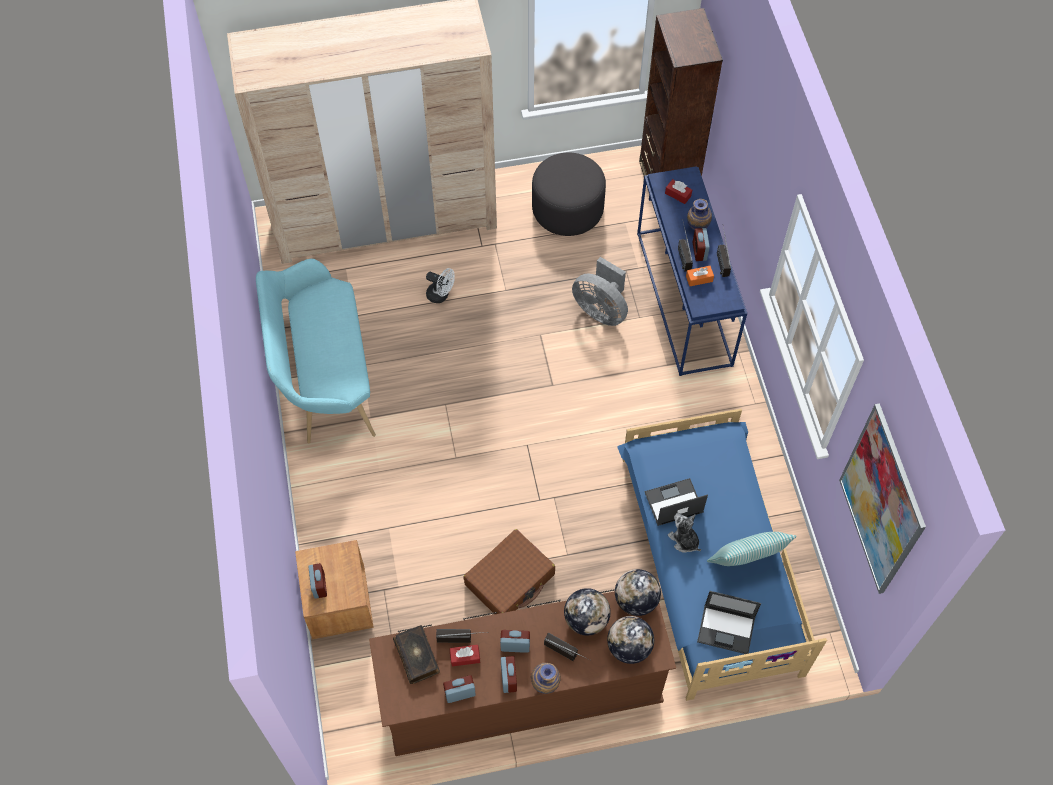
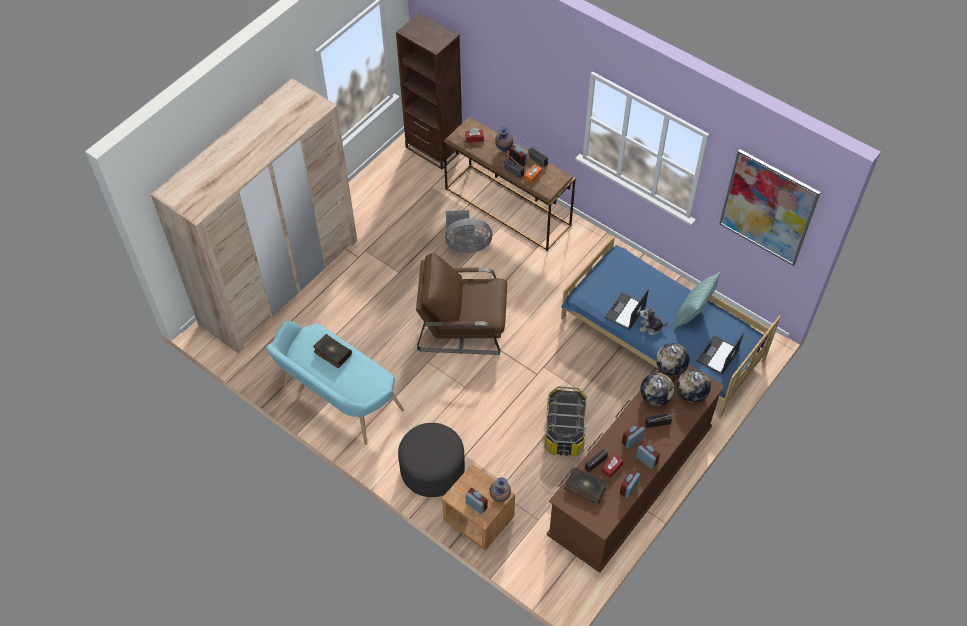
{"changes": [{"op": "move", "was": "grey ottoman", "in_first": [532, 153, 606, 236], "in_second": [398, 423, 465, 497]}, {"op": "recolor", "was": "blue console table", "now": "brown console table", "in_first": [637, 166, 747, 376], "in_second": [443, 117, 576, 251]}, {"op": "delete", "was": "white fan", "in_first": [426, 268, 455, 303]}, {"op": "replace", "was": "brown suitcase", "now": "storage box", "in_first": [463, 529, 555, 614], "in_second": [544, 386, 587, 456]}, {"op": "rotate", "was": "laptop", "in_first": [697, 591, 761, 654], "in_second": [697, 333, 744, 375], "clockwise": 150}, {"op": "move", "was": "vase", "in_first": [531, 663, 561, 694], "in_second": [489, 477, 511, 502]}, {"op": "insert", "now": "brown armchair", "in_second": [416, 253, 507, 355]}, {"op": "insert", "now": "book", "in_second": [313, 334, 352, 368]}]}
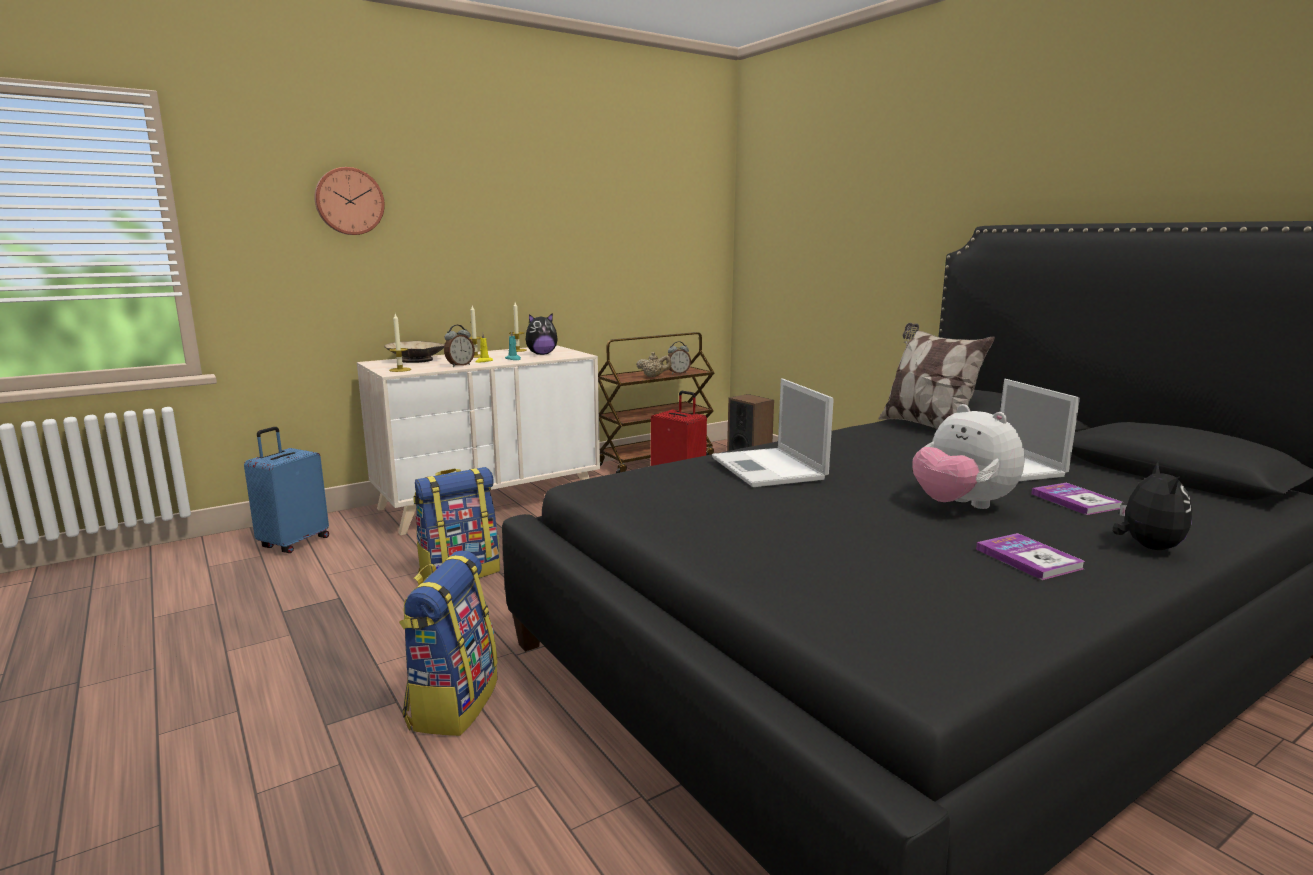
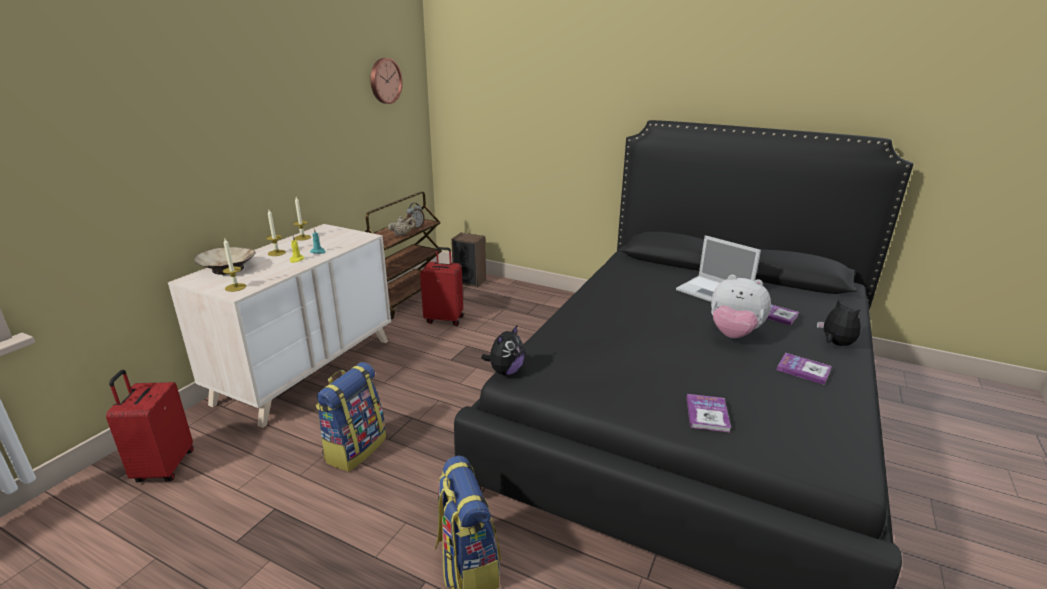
{"changes": [{"op": "move", "was": "wall clock", "in_first": [314, 167, 385, 235], "in_second": [370, 58, 402, 104]}, {"op": "move", "was": "plush toy", "in_first": [526, 313, 558, 355], "in_second": [481, 326, 525, 375]}, {"op": "delete", "was": "pillow", "in_first": [878, 323, 995, 429]}, {"op": "delete", "was": "alarm clock", "in_first": [444, 325, 475, 367]}, {"op": "delete", "was": "laptop", "in_first": [712, 378, 834, 487]}, {"op": "recolor", "was": "blue suitcase", "now": "red suitcase", "in_first": [244, 427, 329, 553], "in_second": [106, 370, 194, 482]}, {"op": "insert", "now": "book", "in_second": [687, 394, 731, 432]}]}
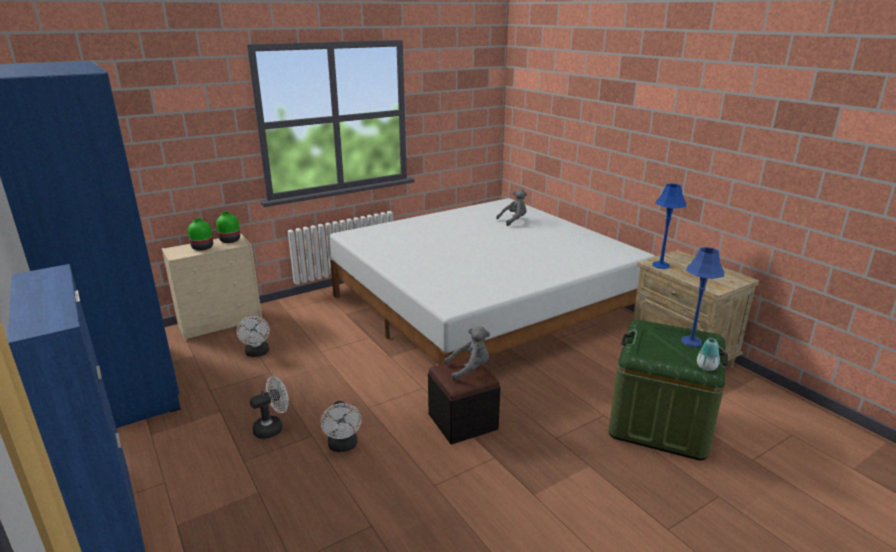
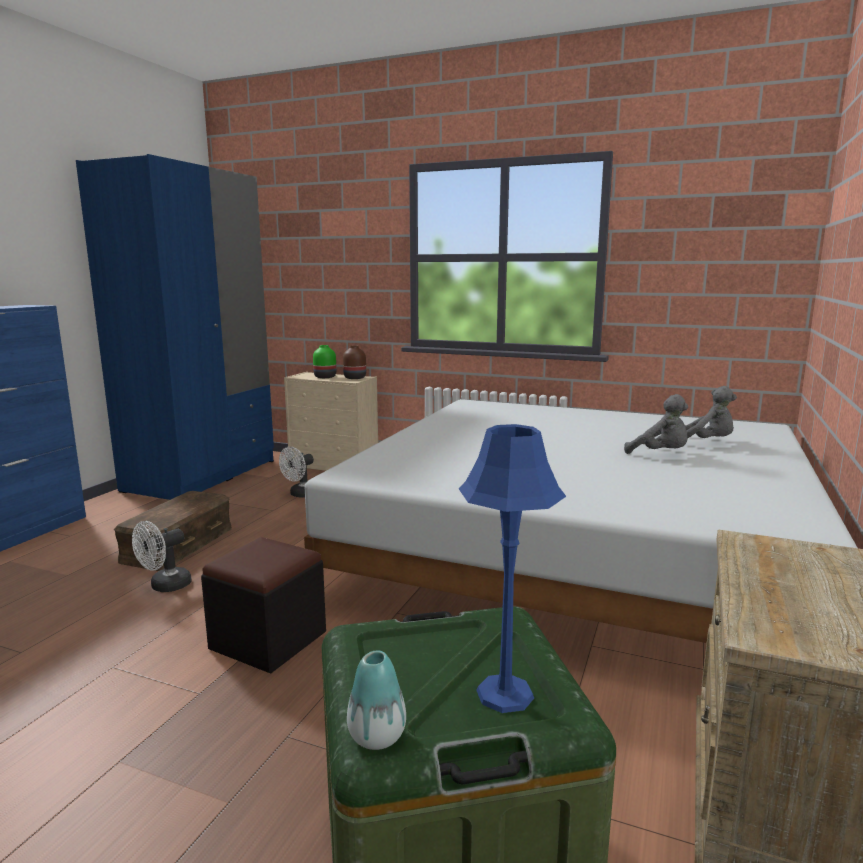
{"changes": [{"op": "delete", "was": "blue table lamp", "in_first": [652, 183, 686, 269]}, {"op": "recolor", "was": "green vase", "now": "brown vase", "in_first": [216, 212, 240, 243], "in_second": [343, 346, 366, 379]}, {"op": "move", "was": "grey plush toy", "in_first": [444, 326, 490, 381], "in_second": [624, 394, 688, 454]}, {"op": "replace", "was": "white fan", "now": "brown storage box", "in_first": [250, 376, 289, 439], "in_second": [114, 491, 232, 571]}]}
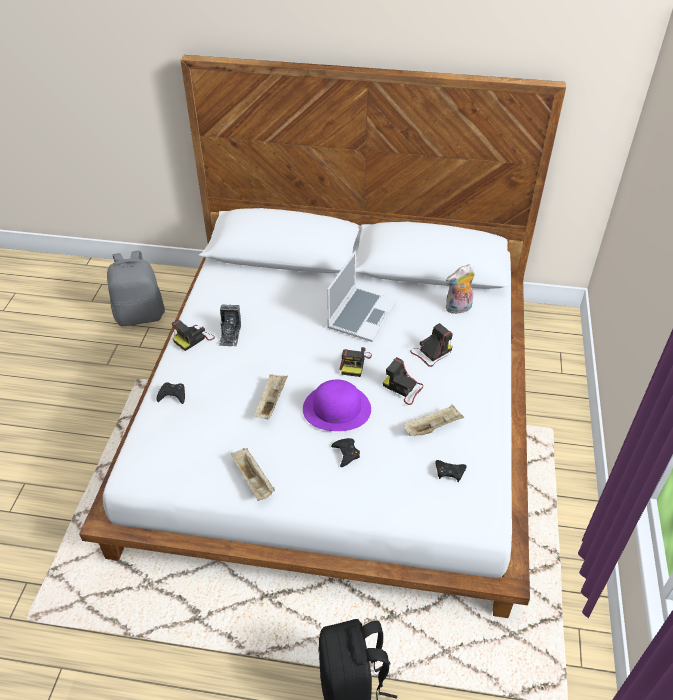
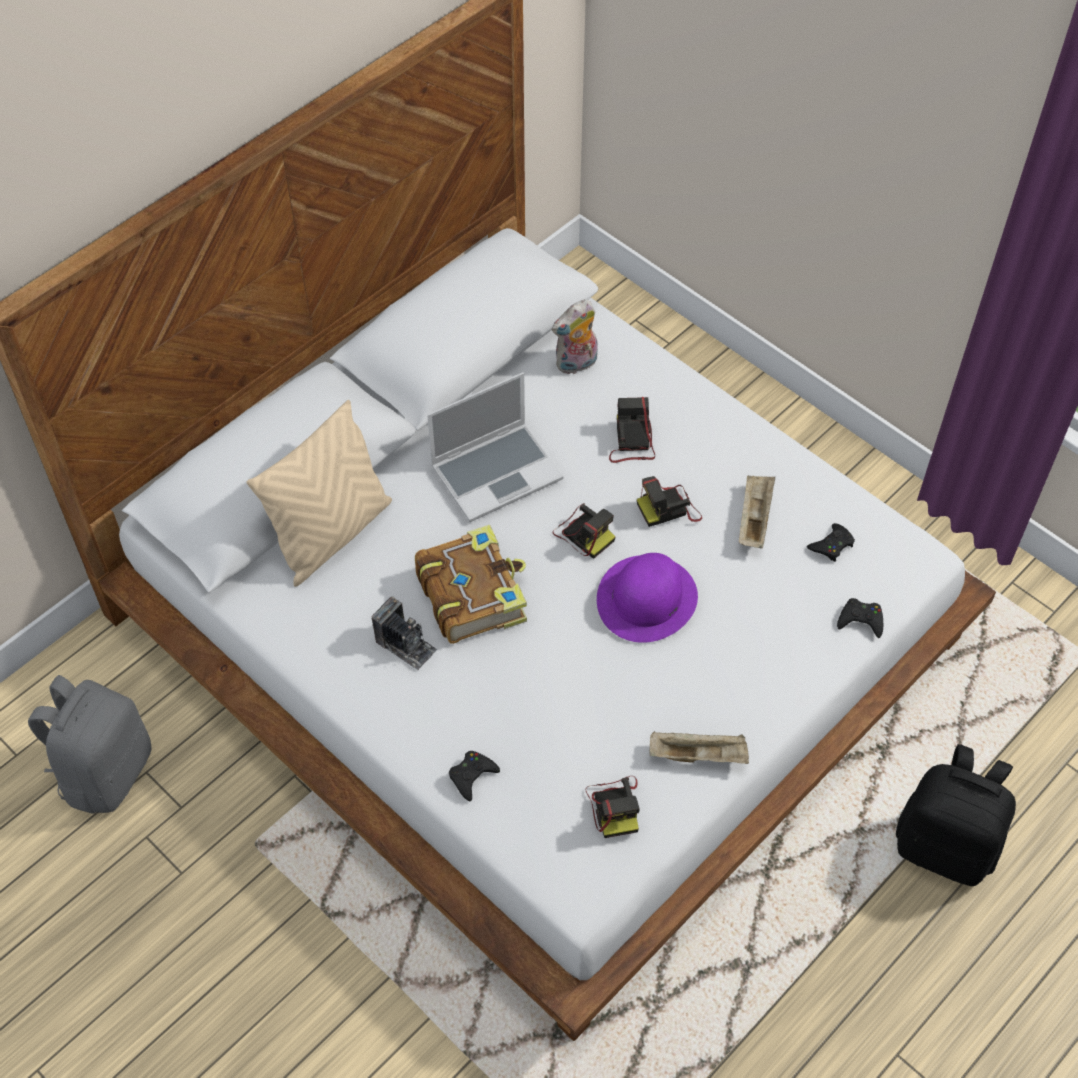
{"changes": [{"op": "rotate", "was": "laptop", "in_first": [327, 251, 397, 342], "in_second": [427, 372, 563, 522], "clockwise": 90}, {"op": "rotate", "was": "plush toy", "in_first": [446, 264, 475, 314], "in_second": [552, 299, 598, 374], "clockwise": 45}, {"op": "move", "was": "photo camera", "in_first": [172, 320, 215, 351], "in_second": [586, 776, 639, 838]}, {"op": "delete", "was": "beige tray", "in_first": [254, 374, 288, 420]}, {"op": "move", "was": "black game controller", "in_first": [331, 438, 360, 467], "in_second": [837, 598, 883, 638]}, {"op": "insert", "now": "beige pillow", "in_second": [247, 400, 392, 587]}, {"op": "insert", "now": "book", "in_second": [415, 525, 527, 644]}]}
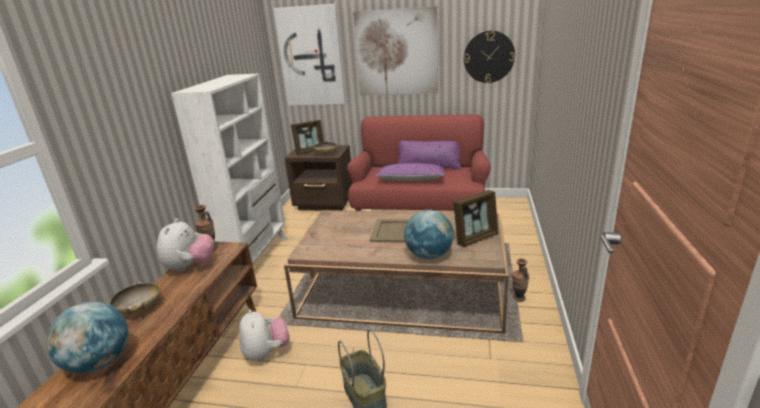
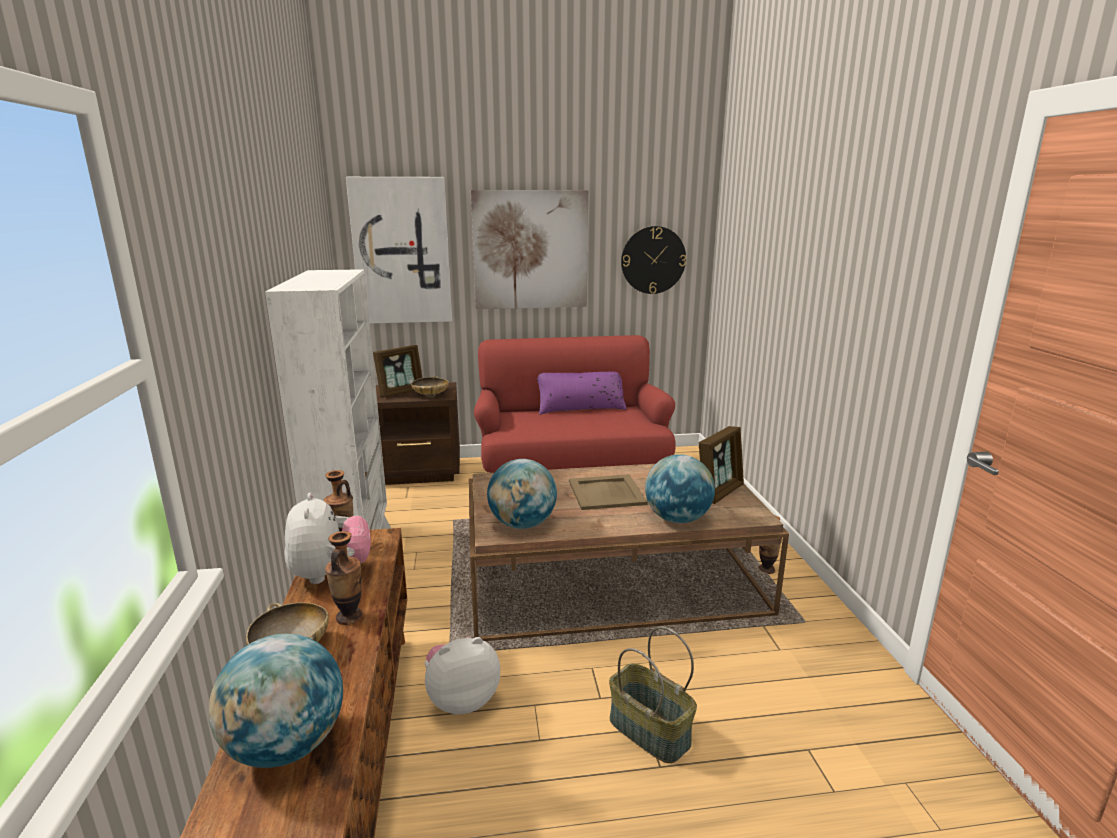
{"changes": [{"op": "delete", "was": "purple pillow", "in_first": [375, 163, 445, 181]}, {"op": "rotate", "was": "plush toy", "in_first": [239, 309, 290, 362], "in_second": [425, 637, 500, 715], "clockwise": -75}, {"op": "insert", "now": "globe", "in_second": [487, 459, 557, 529]}, {"op": "insert", "now": "vase", "in_second": [325, 531, 363, 625]}]}
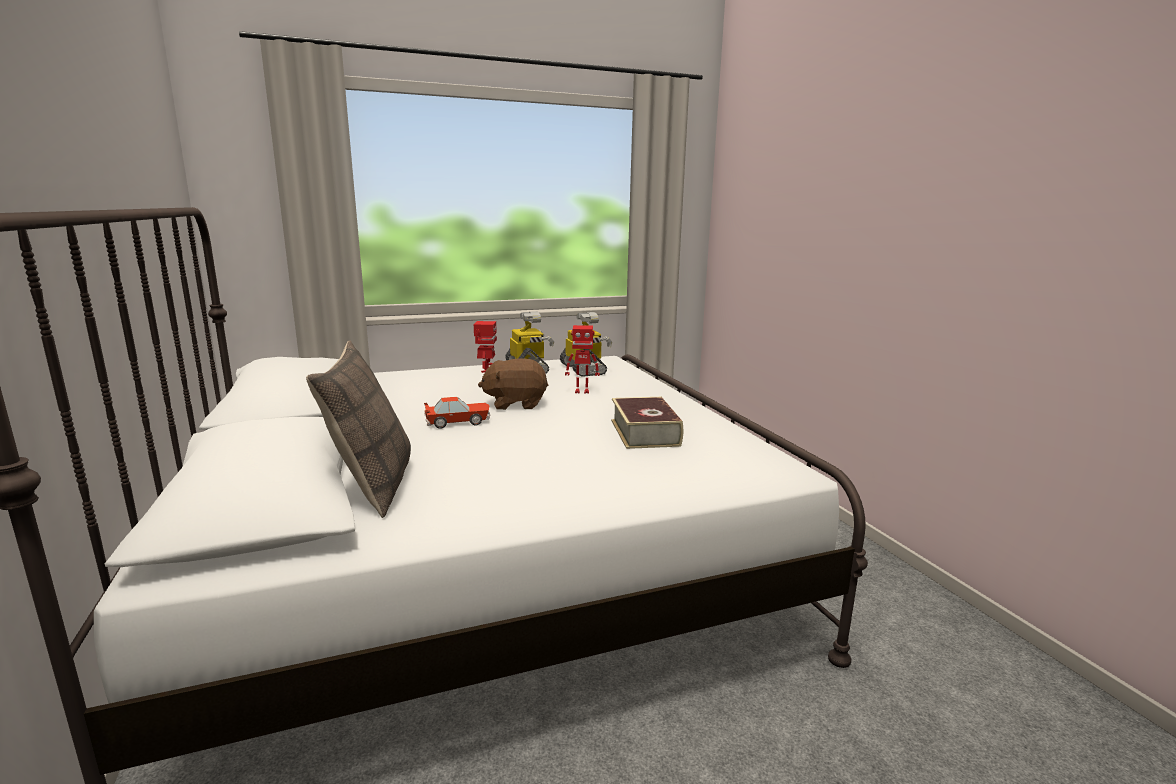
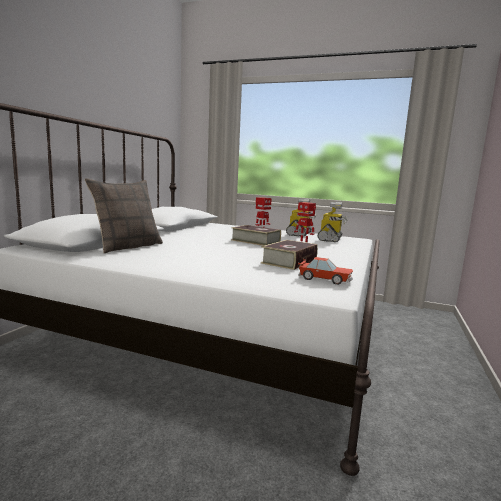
{"changes": [{"op": "replace", "was": "brown plush toy", "now": "book", "in_first": [478, 358, 548, 410], "in_second": [231, 225, 281, 246]}, {"op": "move", "was": "toy car", "in_first": [424, 397, 490, 429], "in_second": [298, 257, 353, 285]}]}
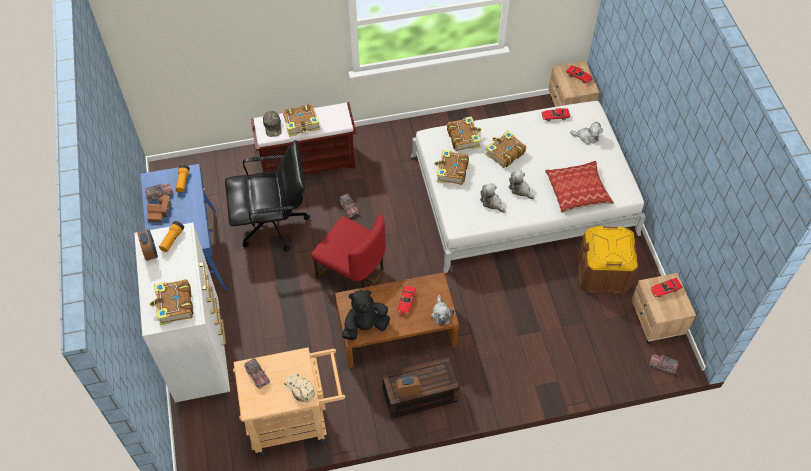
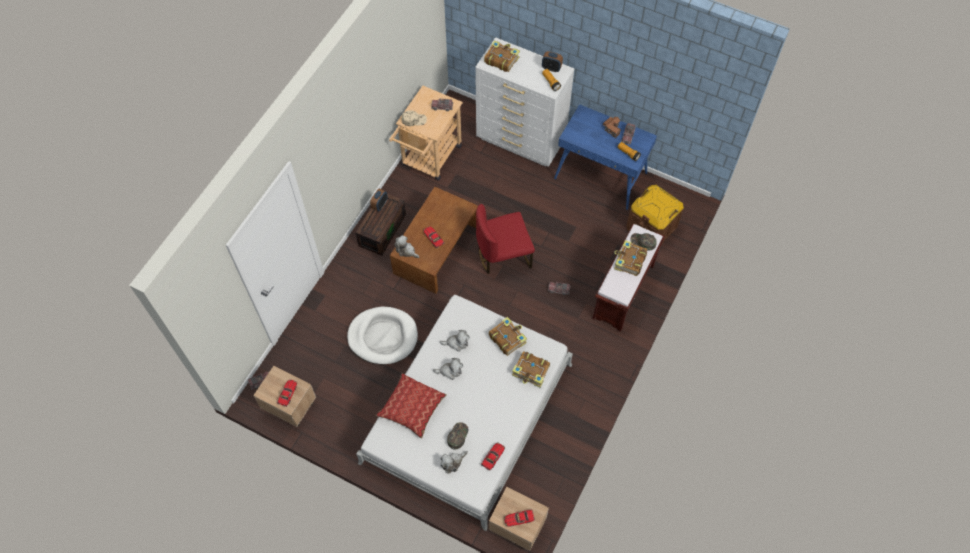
{"changes": [{"op": "delete", "was": "book", "in_first": [485, 130, 526, 168]}, {"op": "delete", "was": "black office chair", "in_first": [225, 140, 310, 251]}, {"op": "move", "was": "brown storage box", "in_first": [578, 226, 638, 294], "in_second": [626, 185, 684, 243]}, {"op": "delete", "was": "black plush toy", "in_first": [342, 290, 390, 340]}, {"op": "insert", "now": "white dog bed", "in_second": [347, 307, 418, 365]}, {"op": "insert", "now": "green cap", "in_second": [447, 422, 469, 449]}]}
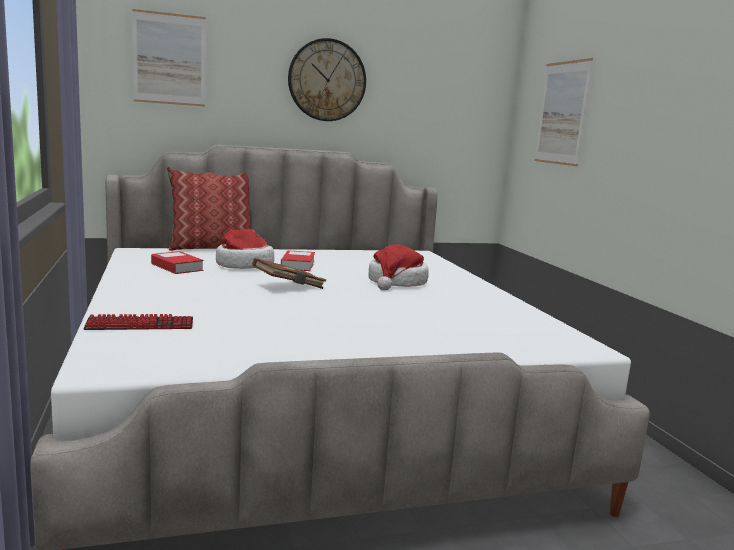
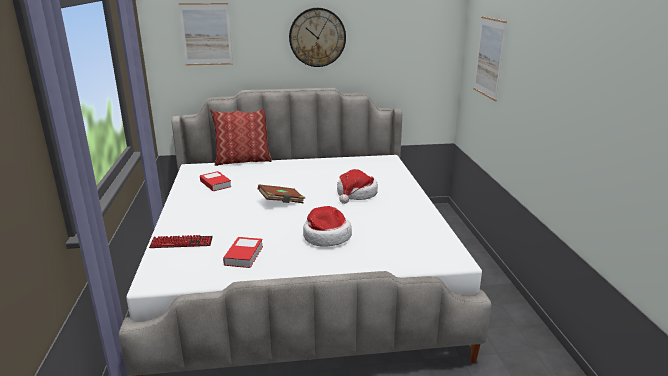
{"changes": [{"op": "move", "was": "hat", "in_first": [216, 229, 274, 269], "in_second": [303, 206, 352, 247]}, {"op": "move", "was": "book", "in_first": [281, 250, 315, 271], "in_second": [223, 237, 263, 268]}]}
